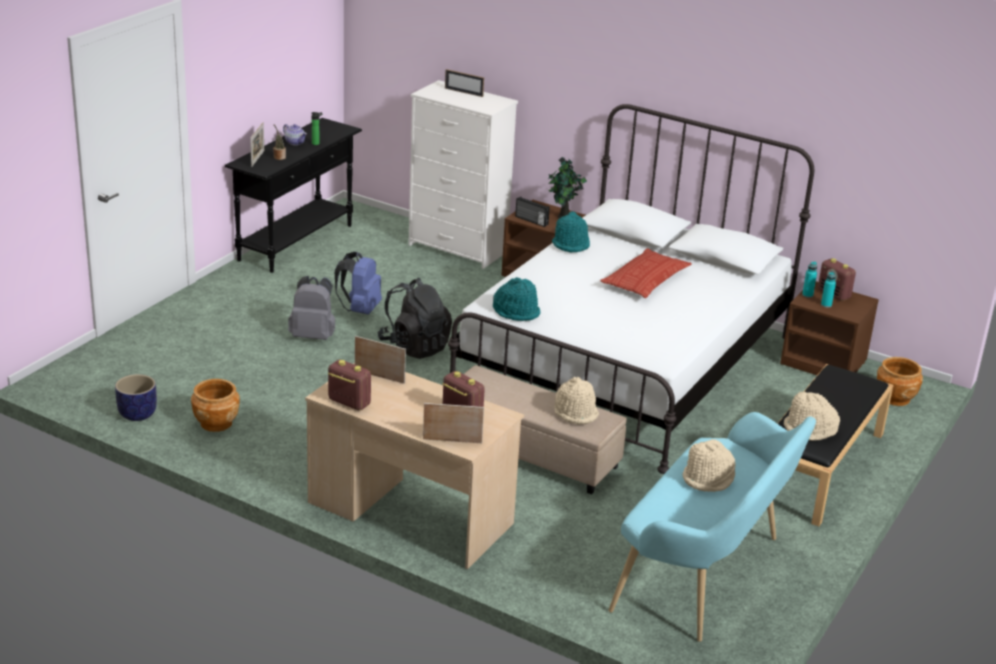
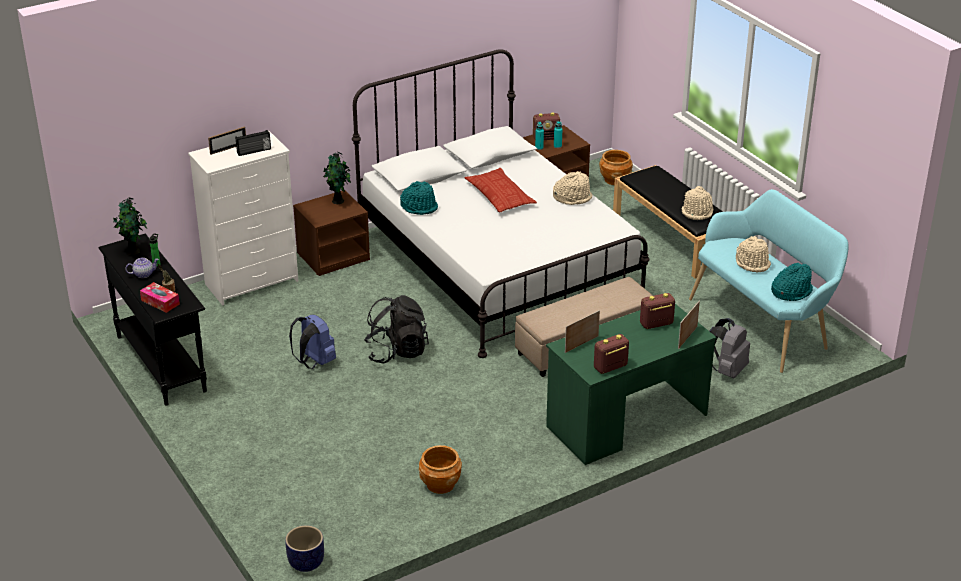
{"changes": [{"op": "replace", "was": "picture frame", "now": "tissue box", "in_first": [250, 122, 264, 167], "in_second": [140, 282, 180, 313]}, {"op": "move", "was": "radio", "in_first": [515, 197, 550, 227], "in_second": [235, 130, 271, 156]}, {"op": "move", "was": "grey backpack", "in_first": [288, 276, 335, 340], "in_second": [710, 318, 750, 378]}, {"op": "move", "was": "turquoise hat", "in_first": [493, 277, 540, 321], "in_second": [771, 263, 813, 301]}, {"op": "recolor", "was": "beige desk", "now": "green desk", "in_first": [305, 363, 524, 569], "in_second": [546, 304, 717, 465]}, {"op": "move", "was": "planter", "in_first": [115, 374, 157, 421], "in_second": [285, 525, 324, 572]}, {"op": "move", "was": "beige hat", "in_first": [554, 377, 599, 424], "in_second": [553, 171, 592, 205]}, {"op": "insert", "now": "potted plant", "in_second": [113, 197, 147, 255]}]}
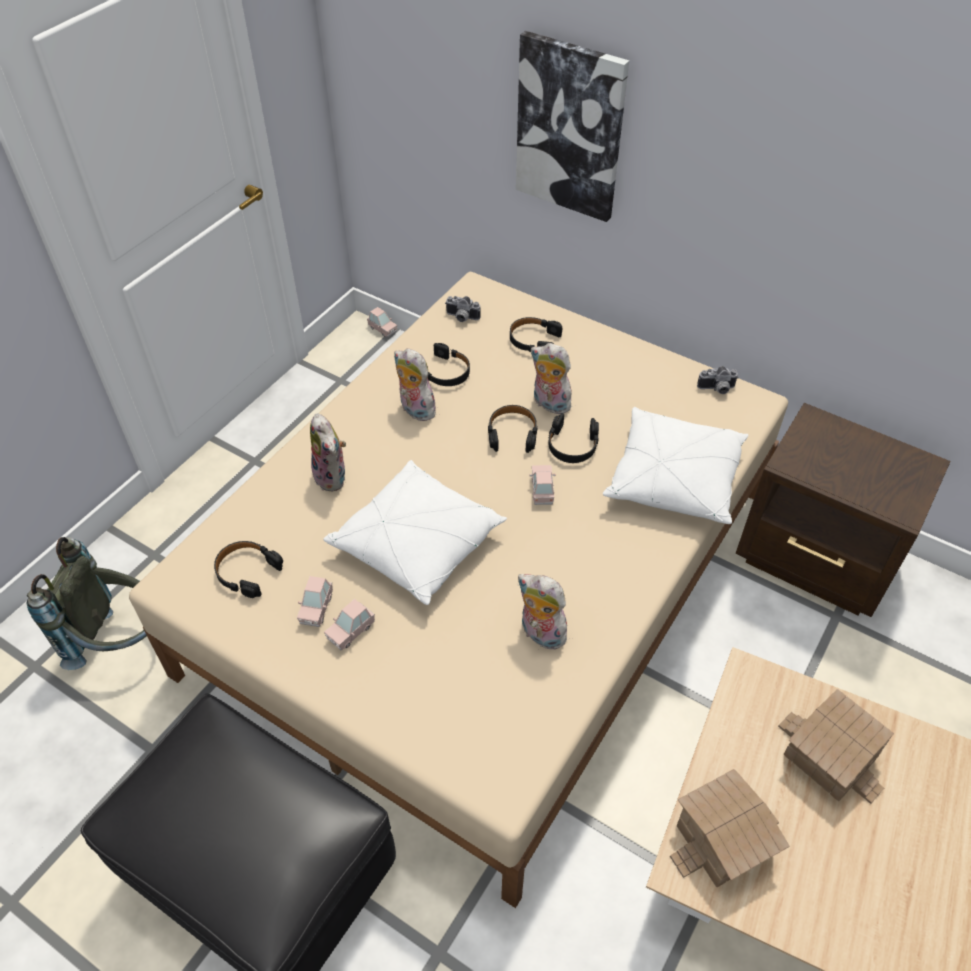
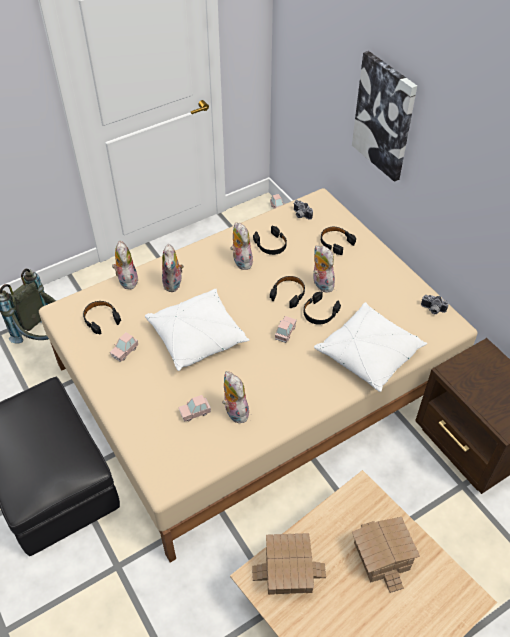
{"changes": [{"op": "move", "was": "pink toy car", "in_first": [324, 599, 375, 650], "in_second": [178, 395, 211, 421]}, {"op": "insert", "now": "plush toy", "in_second": [112, 240, 138, 289]}]}
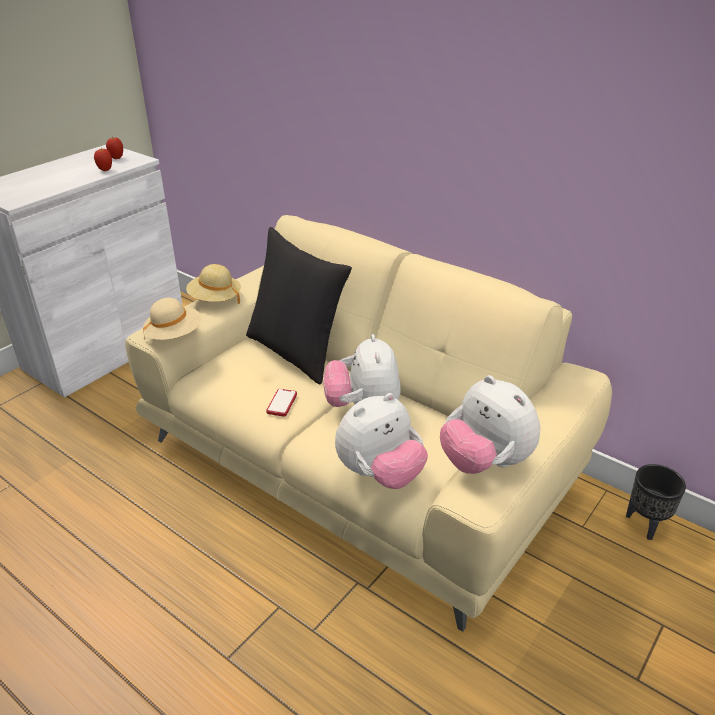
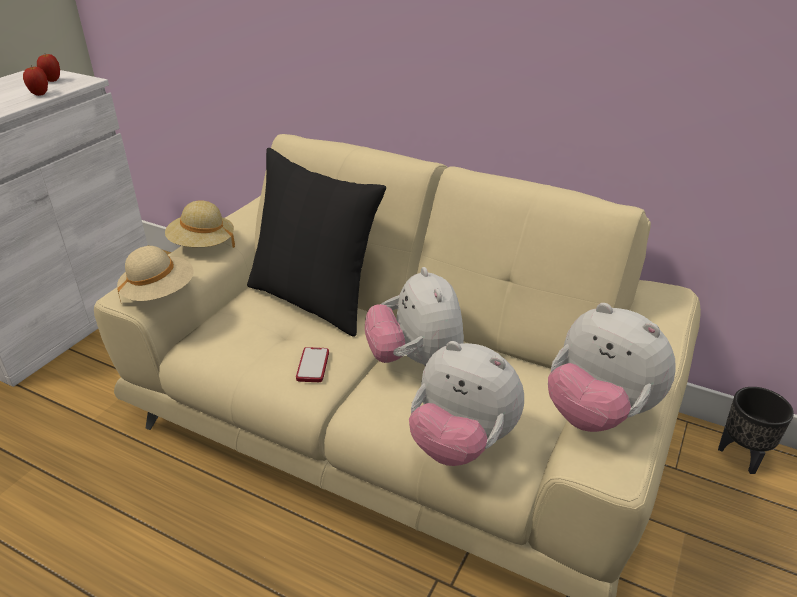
{"changes": [{"op": "rotate", "was": "plush toy", "in_first": [335, 393, 428, 489], "in_second": [409, 341, 524, 466], "clockwise": 75}]}
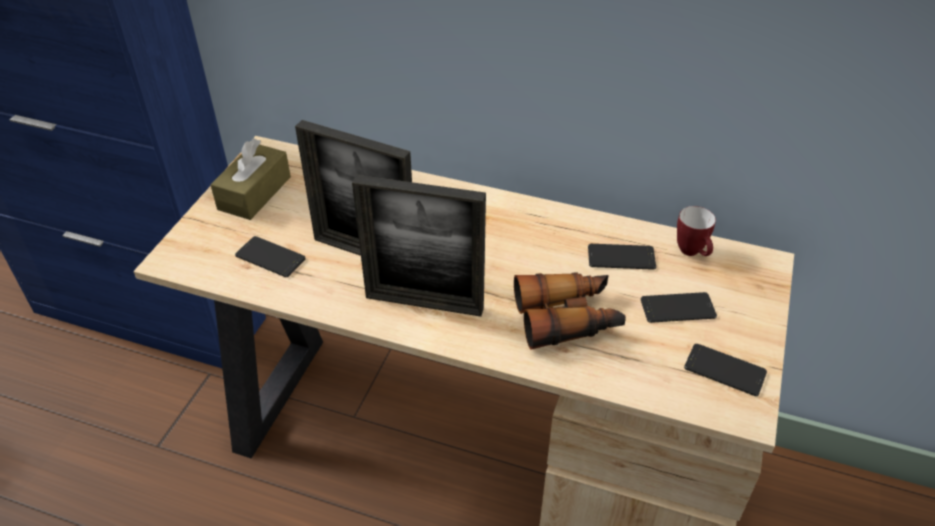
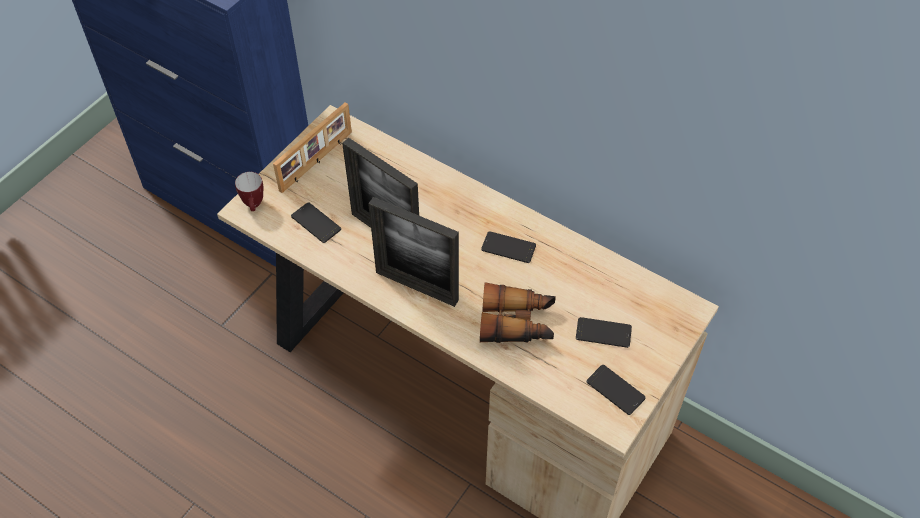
{"changes": [{"op": "replace", "was": "brown tissue box", "now": "picture frame", "in_first": [210, 138, 291, 220], "in_second": [273, 102, 352, 193]}, {"op": "move", "was": "mug", "in_first": [677, 206, 716, 256], "in_second": [235, 172, 263, 211]}, {"op": "move", "was": "phone", "in_first": [588, 244, 656, 270], "in_second": [481, 231, 536, 263]}]}
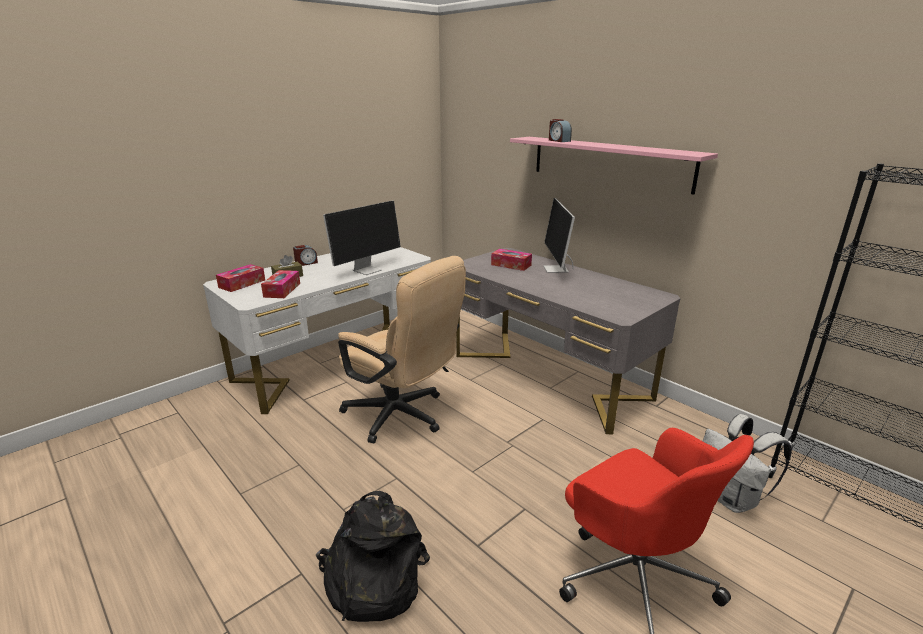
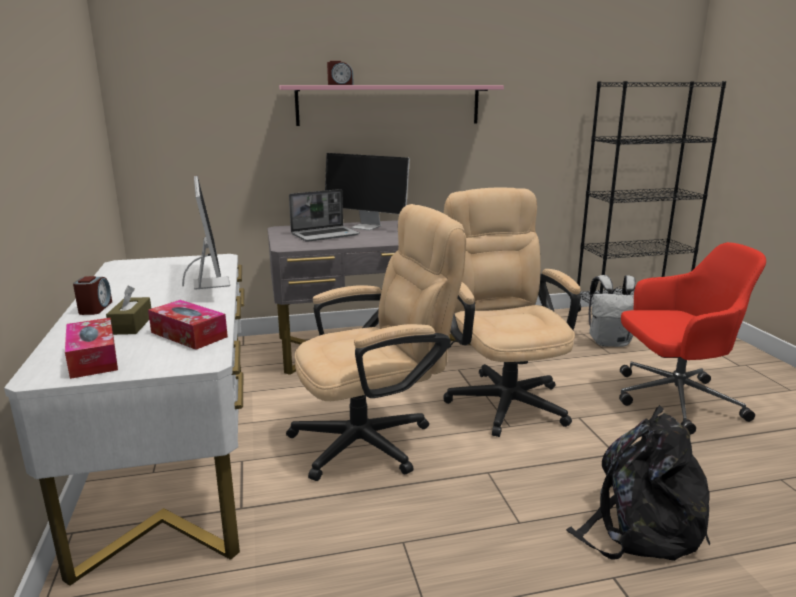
{"changes": [{"op": "replace", "was": "tissue box", "now": "laptop", "in_first": [491, 249, 532, 271], "in_second": [289, 189, 360, 242]}, {"op": "insert", "now": "beige office chair", "in_second": [443, 187, 581, 437]}]}
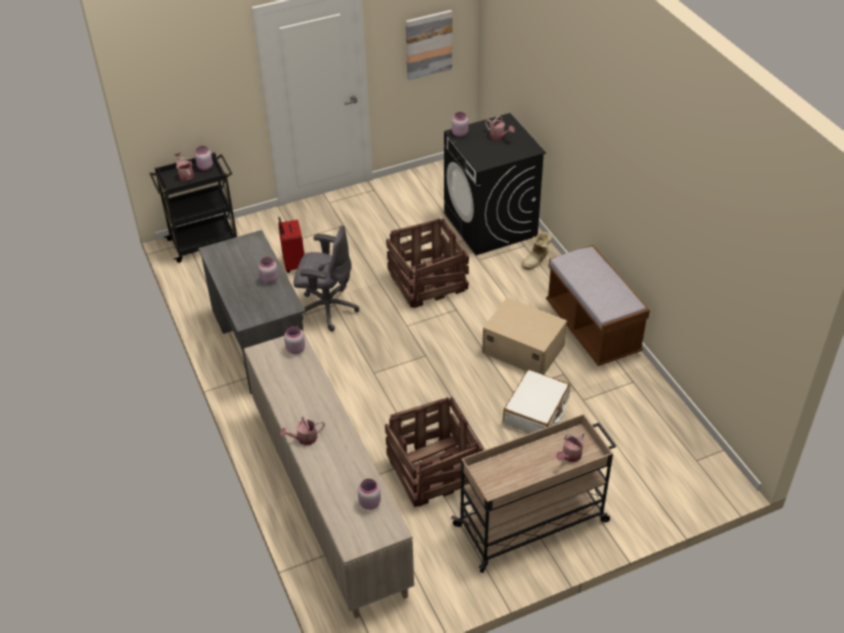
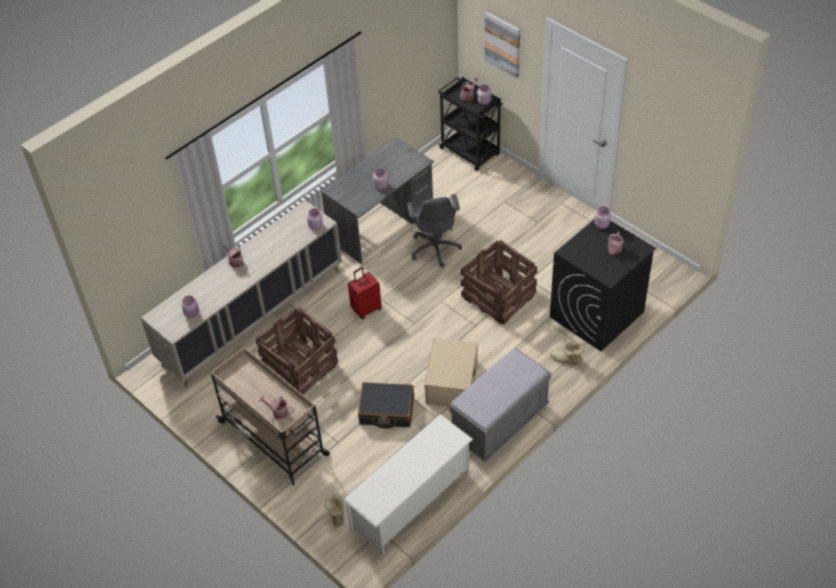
{"changes": [{"op": "move", "was": "picture", "in_first": [406, 10, 453, 80], "in_second": [484, 12, 520, 78]}, {"op": "move", "was": "red suitcase", "in_first": [278, 217, 304, 273], "in_second": [348, 267, 382, 319]}, {"op": "recolor", "was": "brown bench", "now": "grey bench", "in_first": [546, 245, 650, 366], "in_second": [449, 348, 551, 462]}, {"op": "recolor", "was": "white suitcase", "now": "black suitcase", "in_first": [503, 369, 570, 433], "in_second": [358, 382, 414, 429]}, {"op": "insert", "now": "white shoe rack", "in_second": [343, 414, 473, 555]}, {"op": "insert", "now": "boot", "in_second": [325, 494, 344, 527]}]}
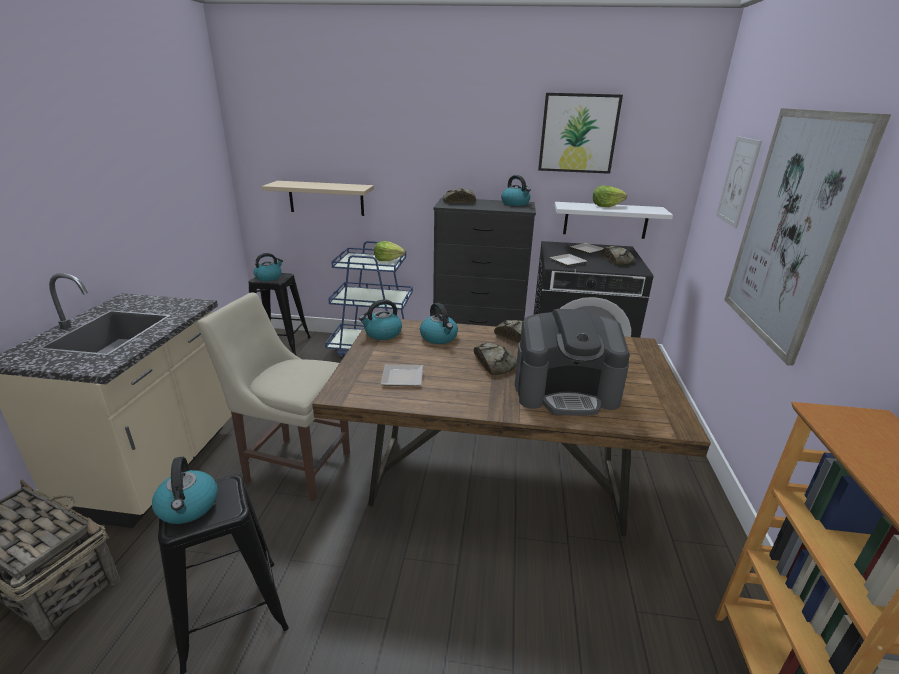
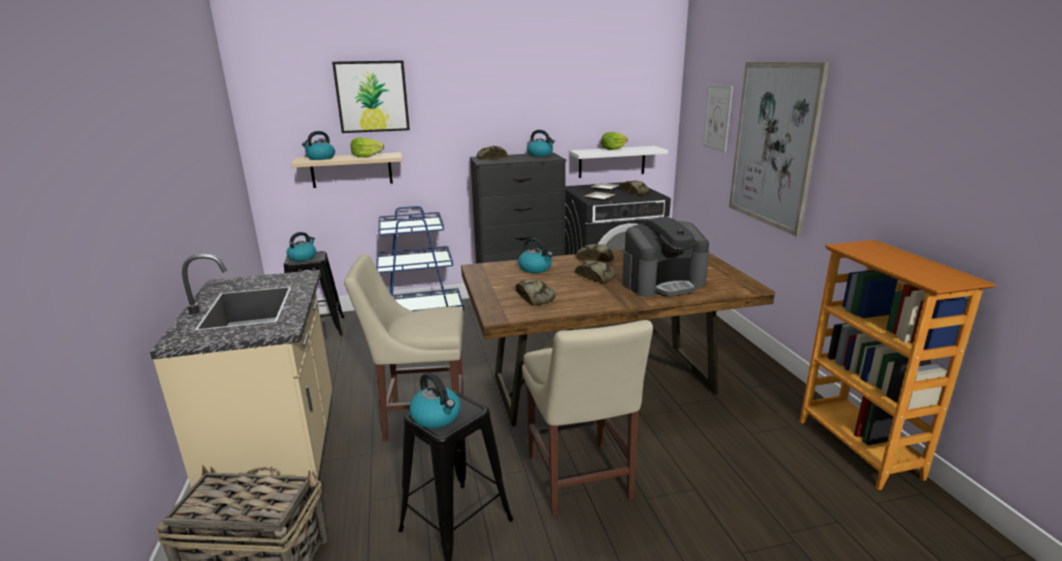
{"changes": [{"op": "move", "was": "picture", "in_first": [538, 93, 623, 174], "in_second": [332, 60, 410, 133]}, {"op": "move", "was": "lettuce", "in_first": [374, 241, 405, 261], "in_second": [351, 138, 384, 158]}, {"op": "move", "was": "kettle", "in_first": [359, 299, 402, 340], "in_second": [302, 131, 335, 160]}, {"op": "replace", "was": "plate", "now": "bread", "in_first": [380, 364, 423, 386], "in_second": [515, 280, 555, 306]}, {"op": "insert", "now": "beige chair", "in_second": [522, 320, 653, 516]}]}
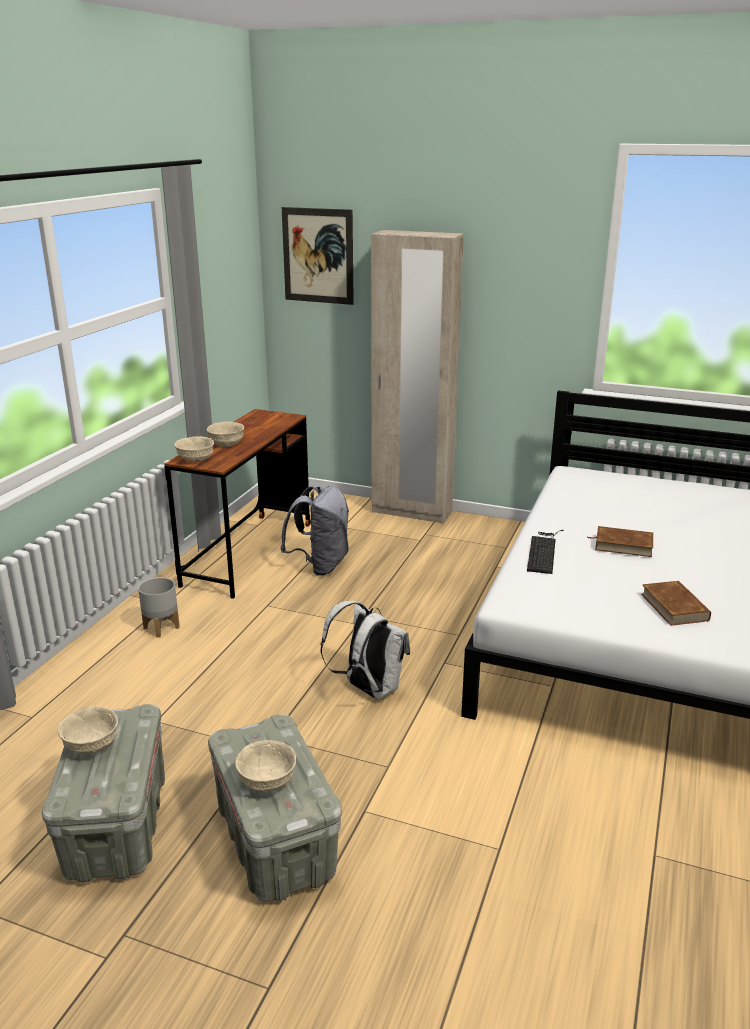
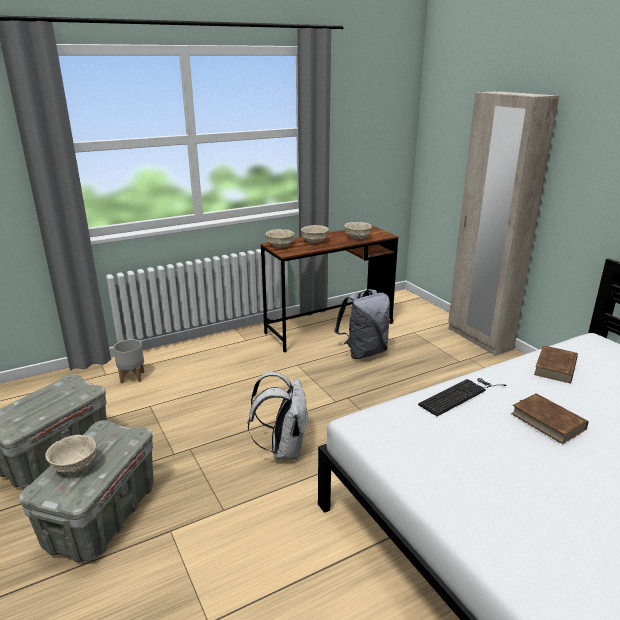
{"changes": [{"op": "delete", "was": "picture", "in_first": [282, 207, 354, 305]}, {"op": "move", "was": "grey planter", "in_first": [138, 577, 180, 637], "in_second": [113, 339, 144, 383]}, {"op": "move", "was": "brown book", "in_first": [641, 581, 711, 626], "in_second": [534, 345, 578, 383]}, {"op": "move", "was": "beige bowl", "in_first": [58, 706, 118, 754], "in_second": [344, 222, 372, 239]}]}
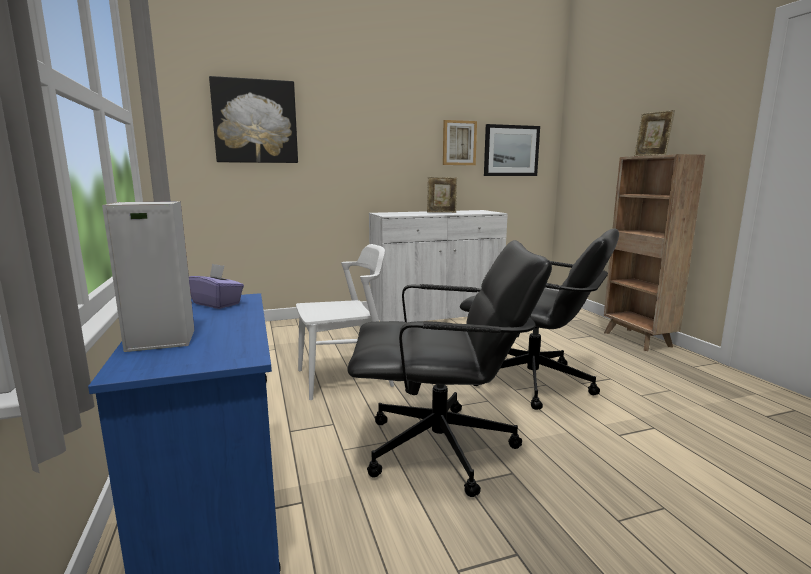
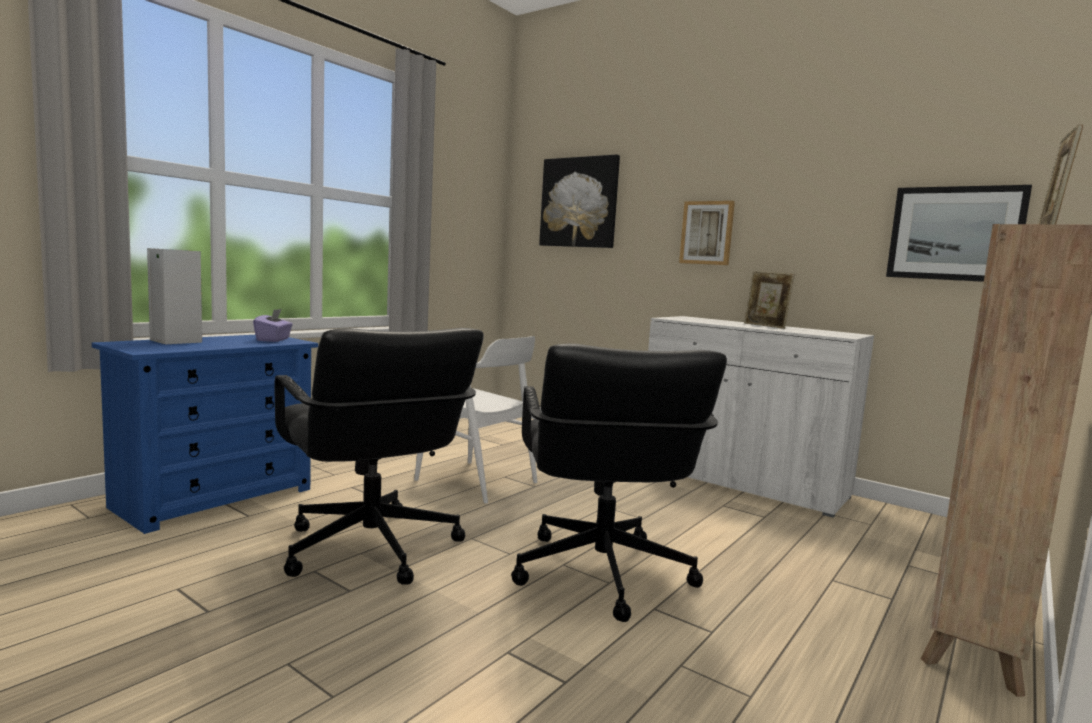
{"changes": [{"op": "move", "was": "picture", "in_first": [443, 120, 477, 165], "in_second": [679, 201, 735, 265]}]}
